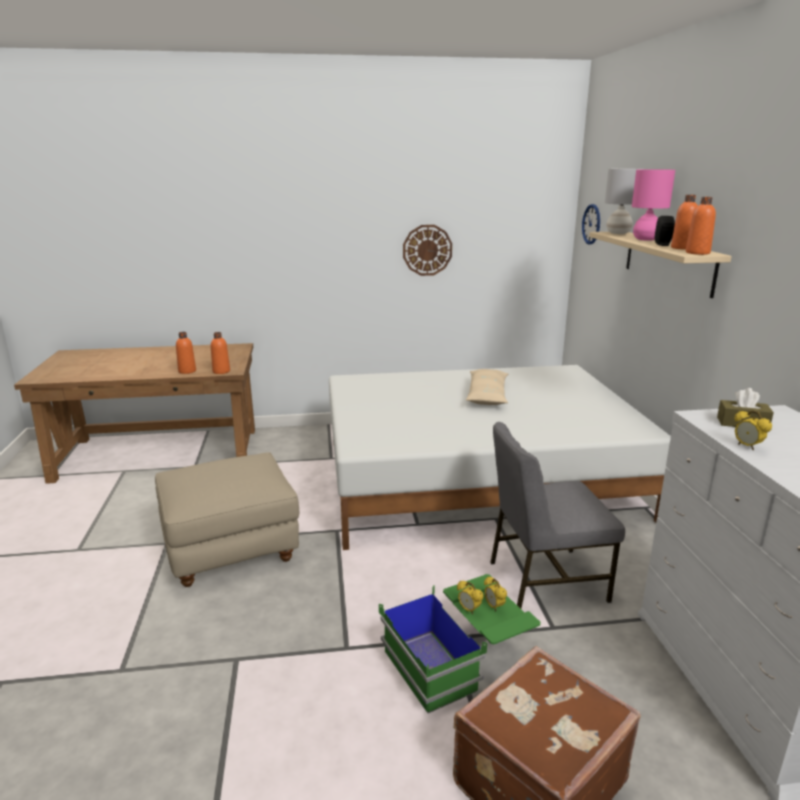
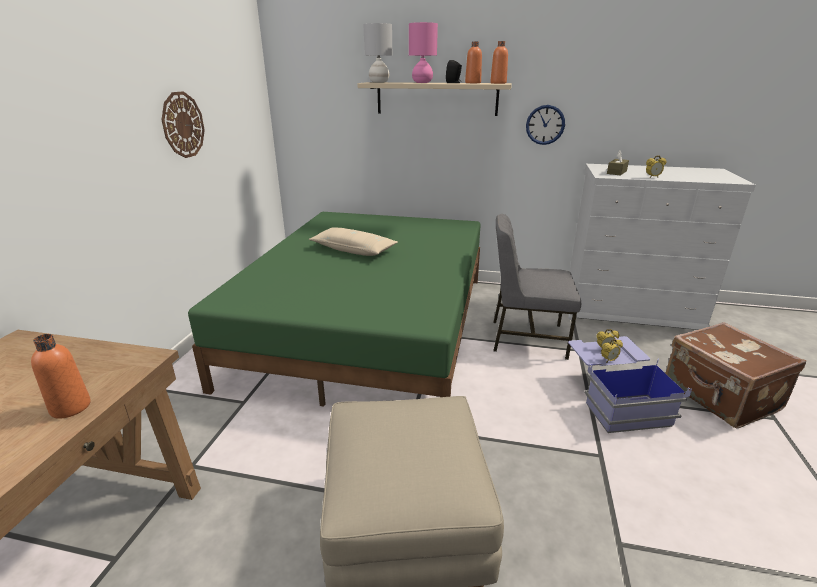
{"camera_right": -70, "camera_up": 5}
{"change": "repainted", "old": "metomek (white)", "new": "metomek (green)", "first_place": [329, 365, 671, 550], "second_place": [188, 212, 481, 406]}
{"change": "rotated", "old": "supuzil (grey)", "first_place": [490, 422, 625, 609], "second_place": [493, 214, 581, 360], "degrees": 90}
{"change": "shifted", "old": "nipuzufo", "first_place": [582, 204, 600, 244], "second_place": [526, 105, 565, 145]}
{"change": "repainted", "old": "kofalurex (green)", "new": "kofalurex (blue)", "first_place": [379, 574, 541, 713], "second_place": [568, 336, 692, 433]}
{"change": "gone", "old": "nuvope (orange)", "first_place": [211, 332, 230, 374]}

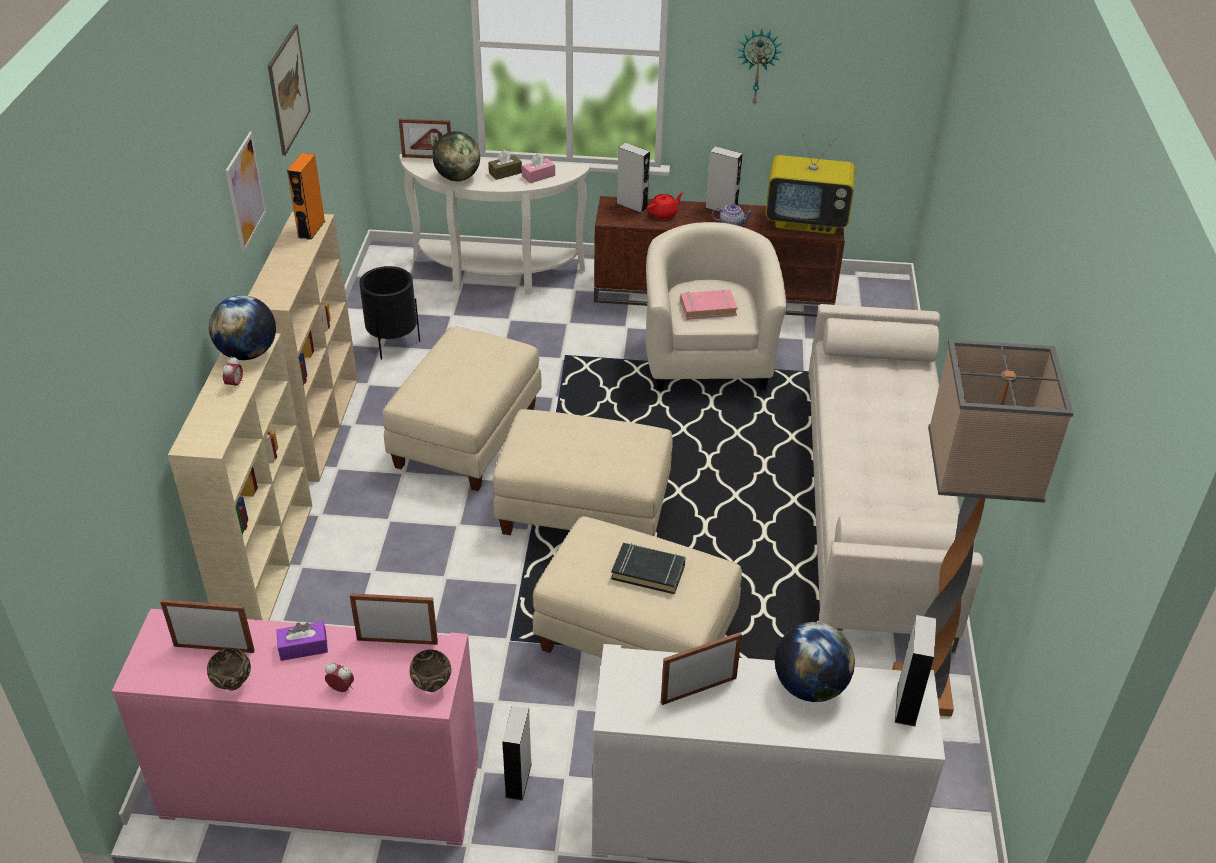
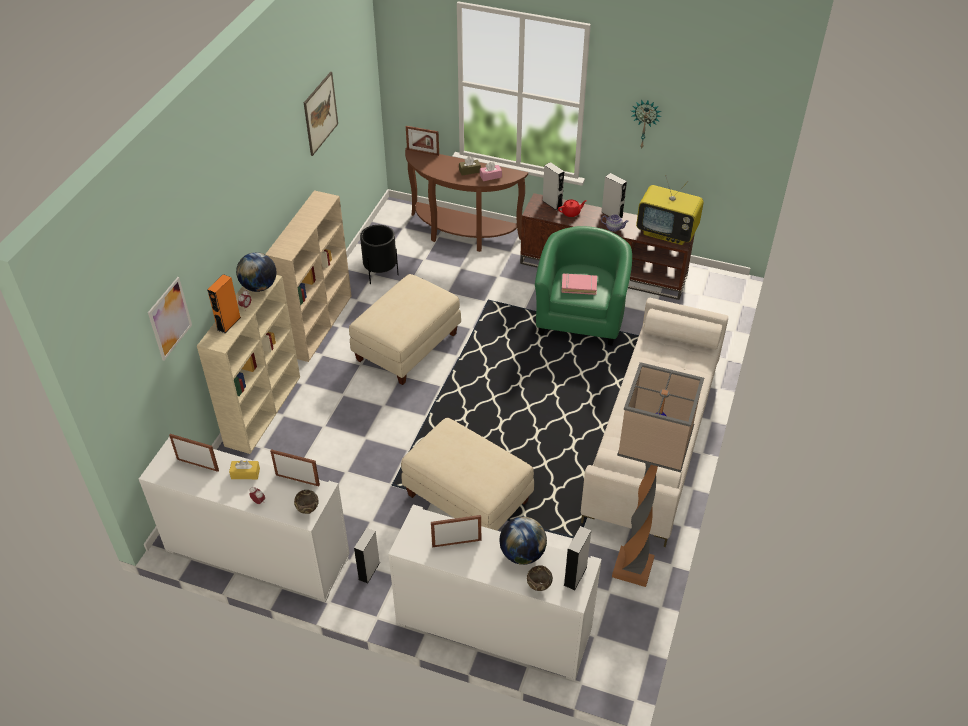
{"camera_right": 15, "camera_up": 5}
{"change": "repainted", "old": "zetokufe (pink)", "new": "zetokufe (white)", "first_place": [112, 609, 478, 846], "second_place": [139, 437, 350, 602]}
{"change": "shifted", "old": "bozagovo", "first_place": [226, 132, 267, 253], "second_place": [148, 277, 192, 361]}
{"change": "shifted", "old": "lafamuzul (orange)", "first_place": [287, 153, 325, 240], "second_place": [207, 274, 241, 333]}
{"change": "repainted", "old": "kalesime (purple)", "new": "kalesime (yellow)", "first_place": [276, 621, 328, 661], "second_place": [229, 460, 260, 479]}
{"change": "repainted", "old": "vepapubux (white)", "new": "vepapubux (brown)", "first_place": [399, 154, 591, 295], "second_place": [405, 147, 528, 252]}
{"change": "shifted", "old": "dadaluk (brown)", "first_place": [207, 648, 251, 691], "second_place": [527, 565, 553, 591]}
{"change": "repainted", "old": "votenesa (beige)", "new": "votenesa (green)", "first_place": [645, 222, 787, 390], "second_place": [535, 226, 632, 346]}
{"change": "gone", "old": "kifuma", "first_place": [432, 131, 480, 181]}
{"change": "gone", "old": "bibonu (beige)", "first_place": [492, 409, 673, 536]}
{"change": "gone", "old": "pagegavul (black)", "first_place": [611, 543, 686, 594]}

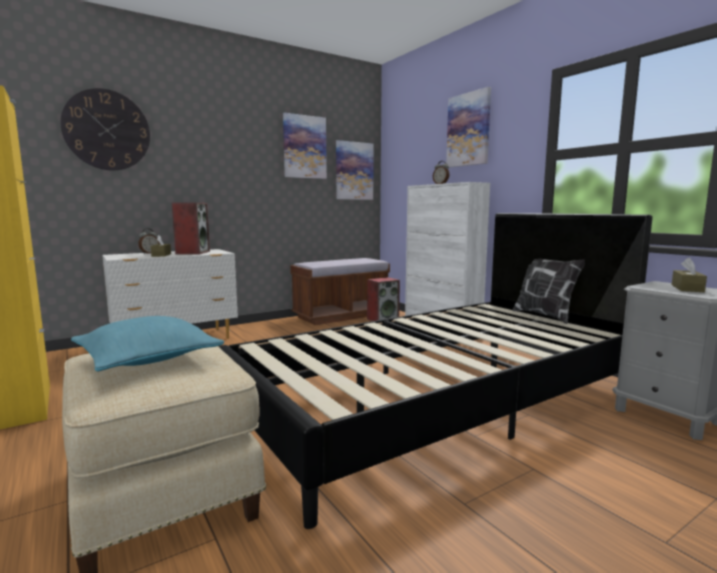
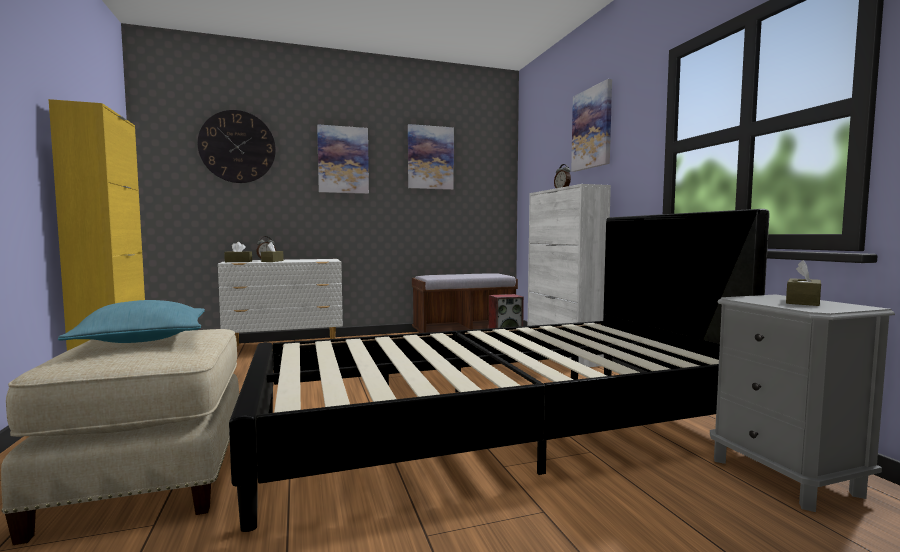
{"camera_right": 15, "camera_up": -5}
{"change": "new", "new": "kalesime (brown)", "second_place": [224, 242, 252, 262]}
{"change": "shifted", "old": "bozagovo", "first_place": [336, 140, 374, 200], "second_place": [317, 124, 369, 194]}
{"change": "gone", "old": "lafamuzul", "first_place": [172, 203, 210, 255]}
{"change": "gone", "old": "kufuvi", "first_place": [513, 259, 585, 324]}

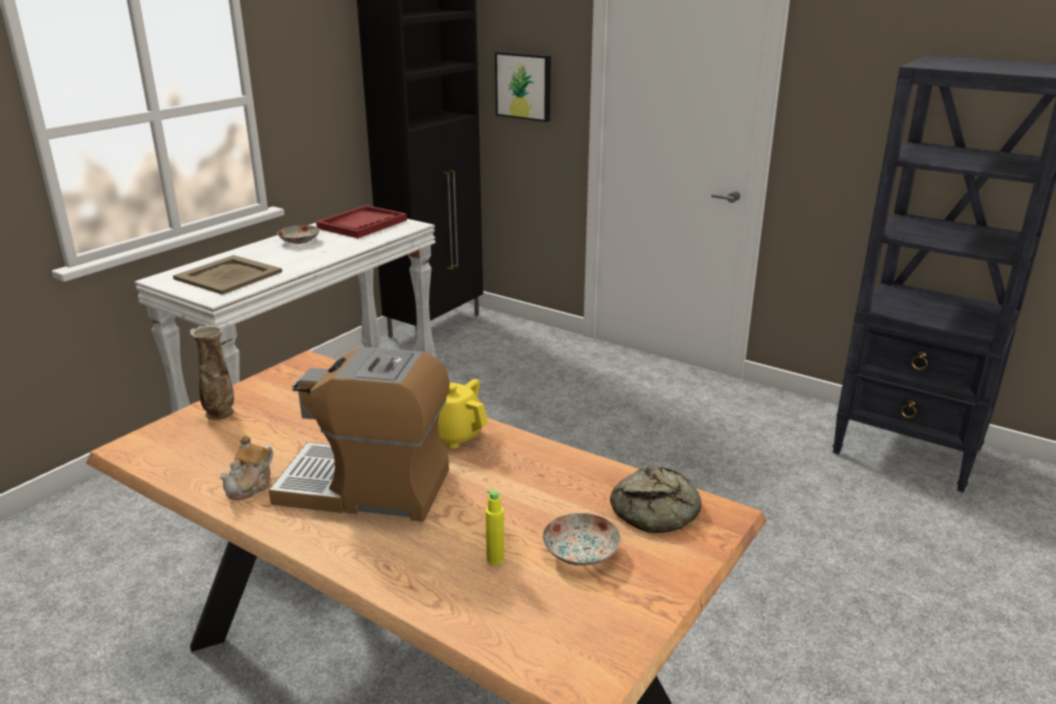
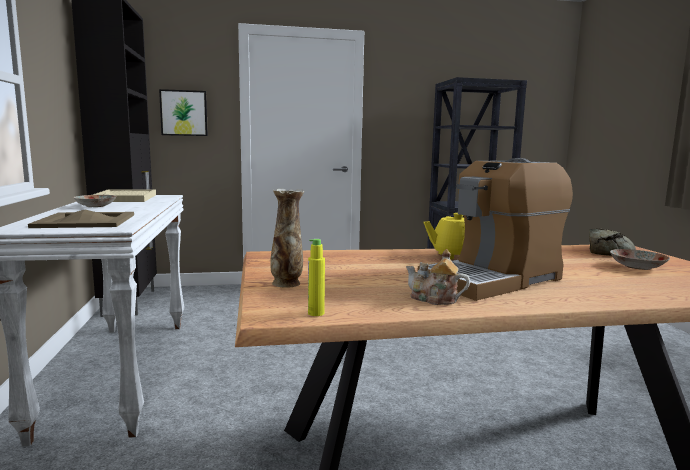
{"camera_right": -45, "camera_up": -15}
{"change": "repainted", "old": "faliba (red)", "new": "faliba (beige)", "first_place": [316, 205, 407, 238], "second_place": [93, 189, 156, 202]}
{"change": "shifted", "old": "nuvope (yellow)", "first_place": [485, 490, 504, 565], "second_place": [308, 239, 325, 316]}
{"change": "rotated", "old": "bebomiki", "first_place": [219, 435, 273, 500], "second_place": [406, 249, 470, 305], "degrees": 135}

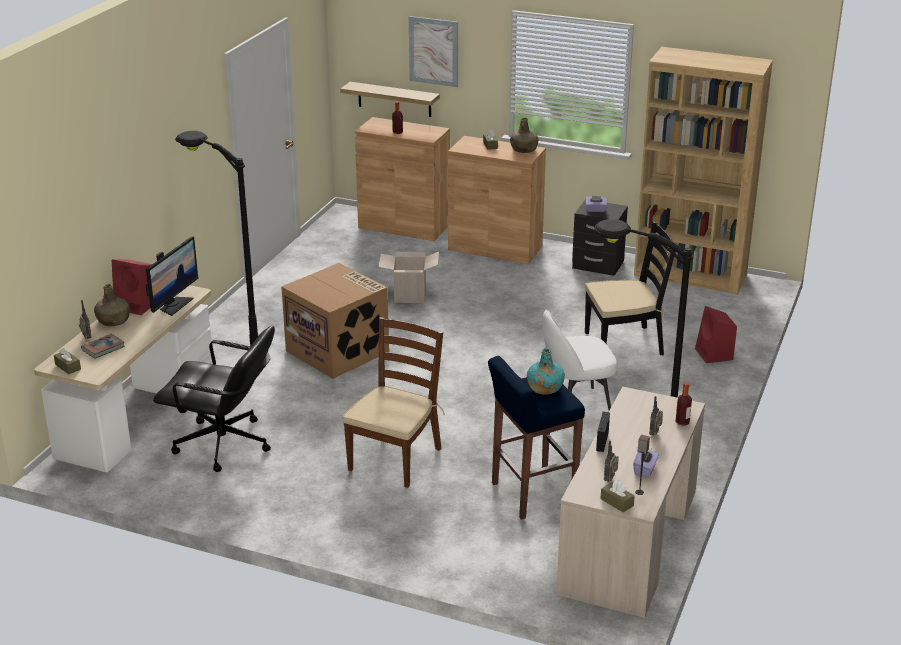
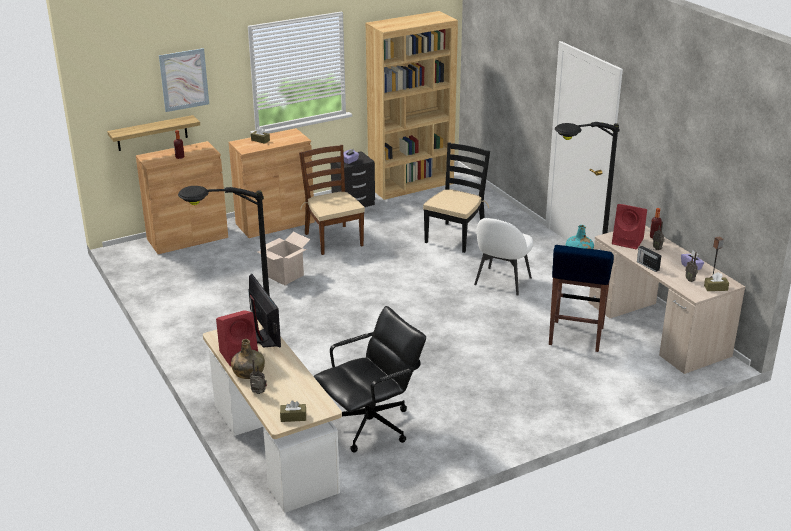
{"camera_right": -50, "camera_up": 0}
{"change": "shifted", "old": "supuzil (brown)", "first_place": [342, 317, 445, 488], "second_place": [299, 145, 365, 255]}
{"change": "shifted", "old": "lafamuzul (red)", "first_place": [695, 306, 737, 363], "second_place": [612, 204, 647, 249]}
{"change": "gone", "old": "pagegavul", "first_place": [81, 334, 125, 359]}
{"change": "gone", "old": "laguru", "first_place": [281, 263, 389, 379]}
{"change": "gone", "old": "nuvope (green)", "first_place": [510, 118, 538, 153]}

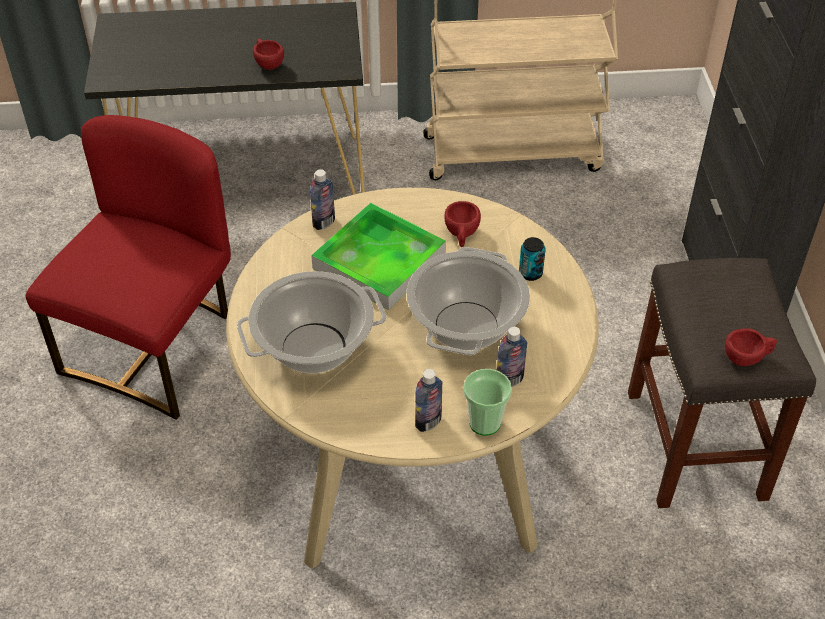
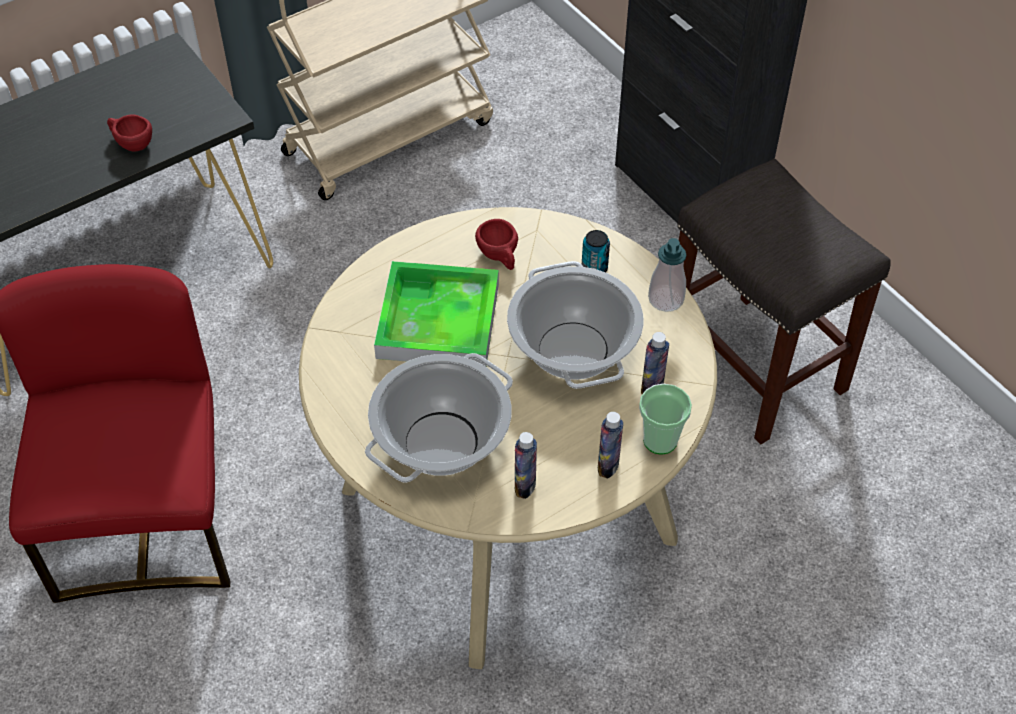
{"camera_right": -30, "camera_up": 5}
{"change": "shifted", "old": "nuvope", "first_place": [310, 169, 335, 230], "second_place": [515, 432, 537, 499]}
{"change": "new", "new": "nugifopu", "second_place": [648, 238, 687, 312]}
{"change": "gone", "old": "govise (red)", "first_place": [725, 328, 777, 366]}

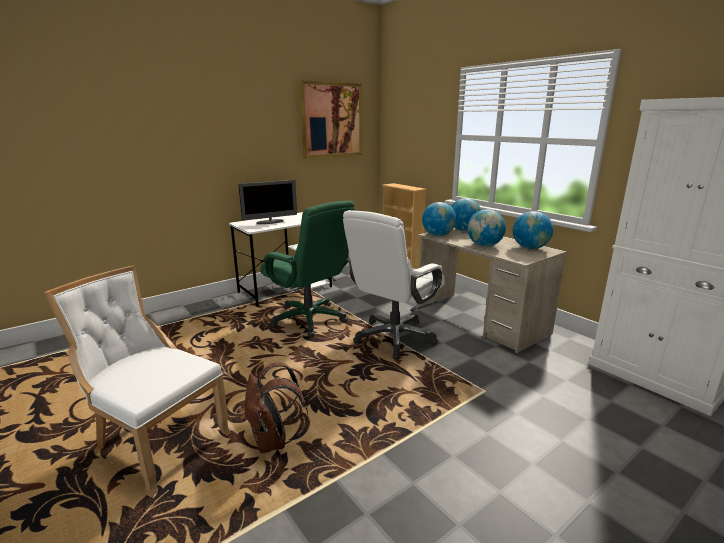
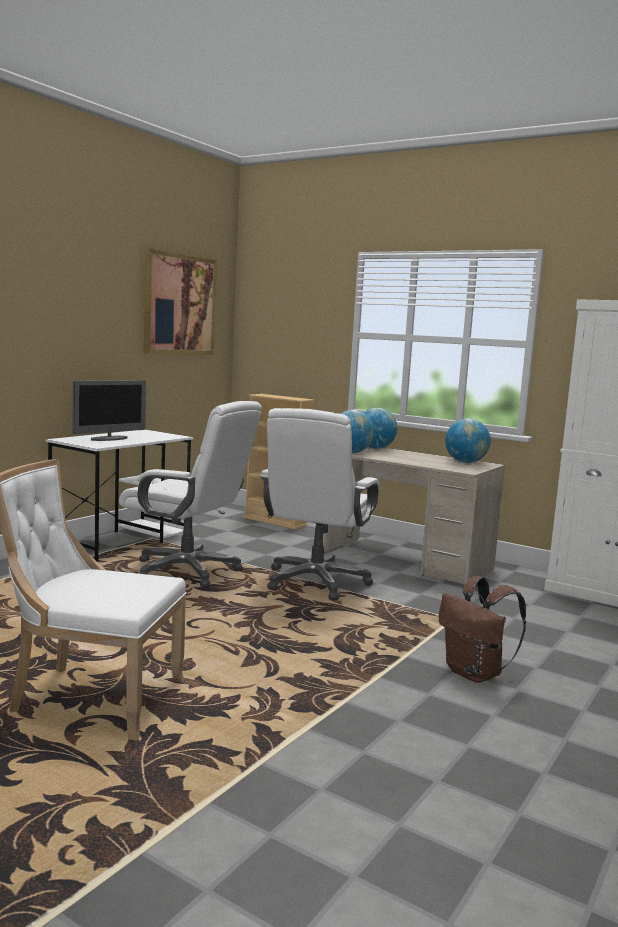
{"camera_right": -20, "camera_up": -10}
{"change": "repainted", "old": "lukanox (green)", "new": "lukanox (white)", "first_place": [260, 200, 354, 337], "second_place": [119, 401, 262, 588]}
{"change": "shifted", "old": "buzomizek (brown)", "first_place": [245, 362, 308, 453], "second_place": [438, 576, 526, 683]}
{"change": "gone", "old": "kifuma", "first_place": [467, 209, 506, 247]}

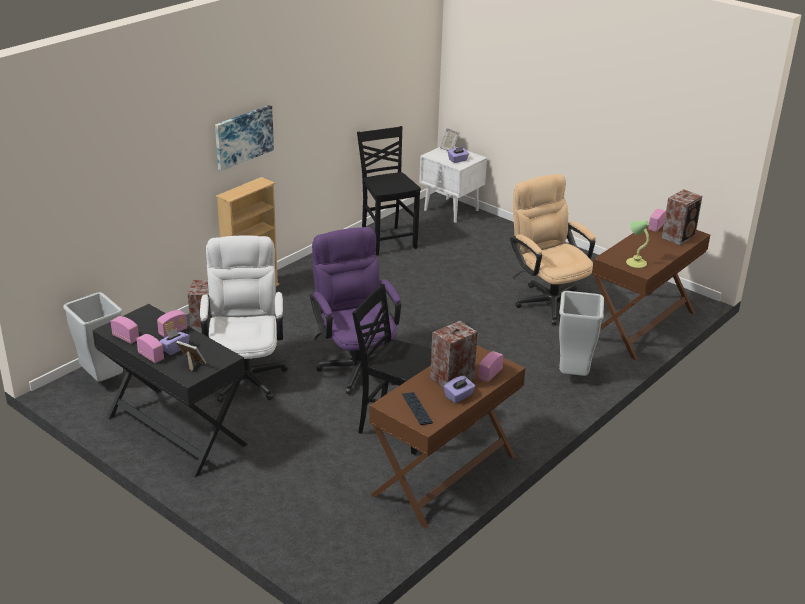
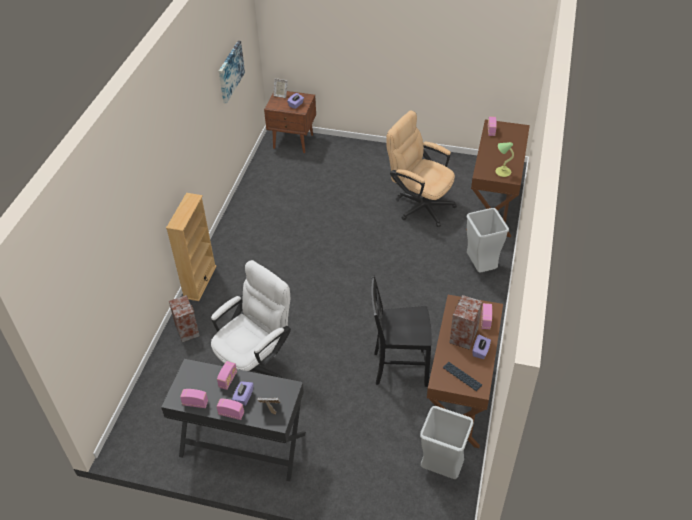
{"camera_right": -25, "camera_up": 15}
{"change": "rotated", "old": "lukanox (white)", "first_place": [200, 235, 288, 403], "second_place": [211, 260, 291, 378], "degrees": 75}
{"change": "shifted", "old": "bozagovo", "first_place": [215, 105, 274, 171], "second_place": [219, 41, 245, 103]}
{"change": "repainted", "old": "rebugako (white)", "new": "rebugako (brown)", "first_place": [419, 146, 487, 223], "second_place": [264, 91, 316, 153]}
{"change": "shifted", "old": "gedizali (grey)", "first_place": [63, 292, 123, 381], "second_place": [420, 406, 473, 479]}
{"change": "gone", "old": "lukanox (purple)", "first_place": [310, 227, 401, 394]}
{"change": "gone", "old": "supuzil (black)", "first_place": [357, 126, 421, 255]}
{"change": "gone", "old": "lafamuzul", "first_place": [662, 189, 702, 245]}

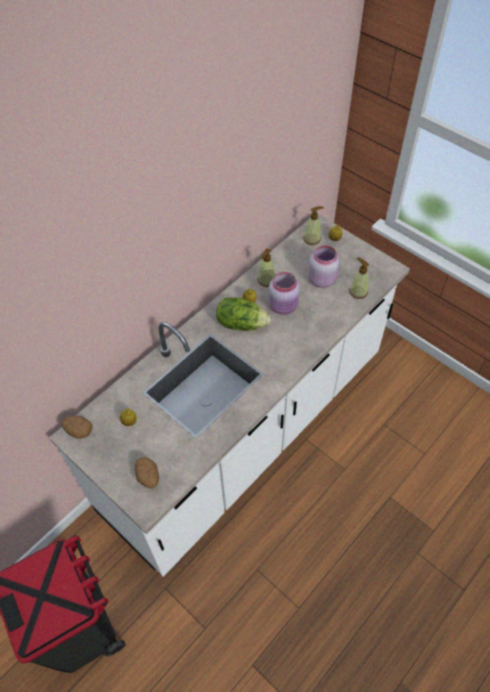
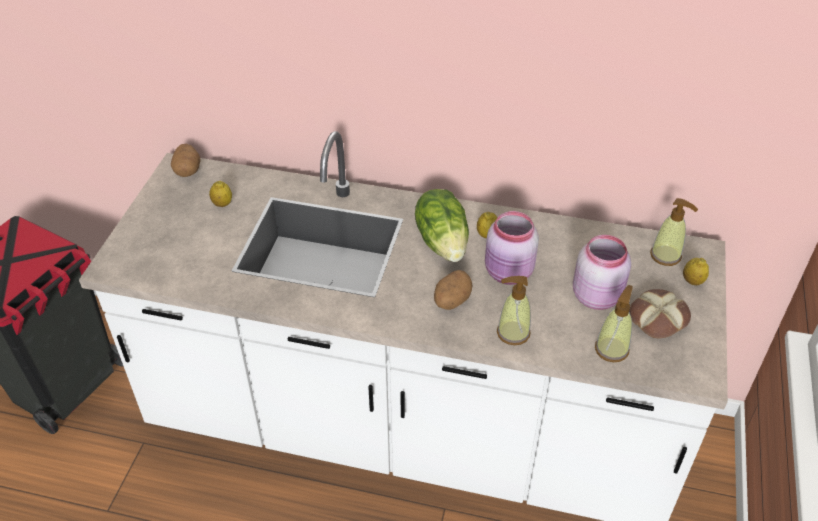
{"camera_right": 60, "camera_up": -10}
{"change": "shifted", "old": "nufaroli", "first_place": [135, 457, 159, 488], "second_place": [434, 270, 473, 310]}
{"change": "shifted", "old": "nugifopu", "first_place": [258, 248, 275, 287], "second_place": [497, 276, 531, 345]}
{"change": "new", "new": "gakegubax", "second_place": [629, 289, 691, 338]}

